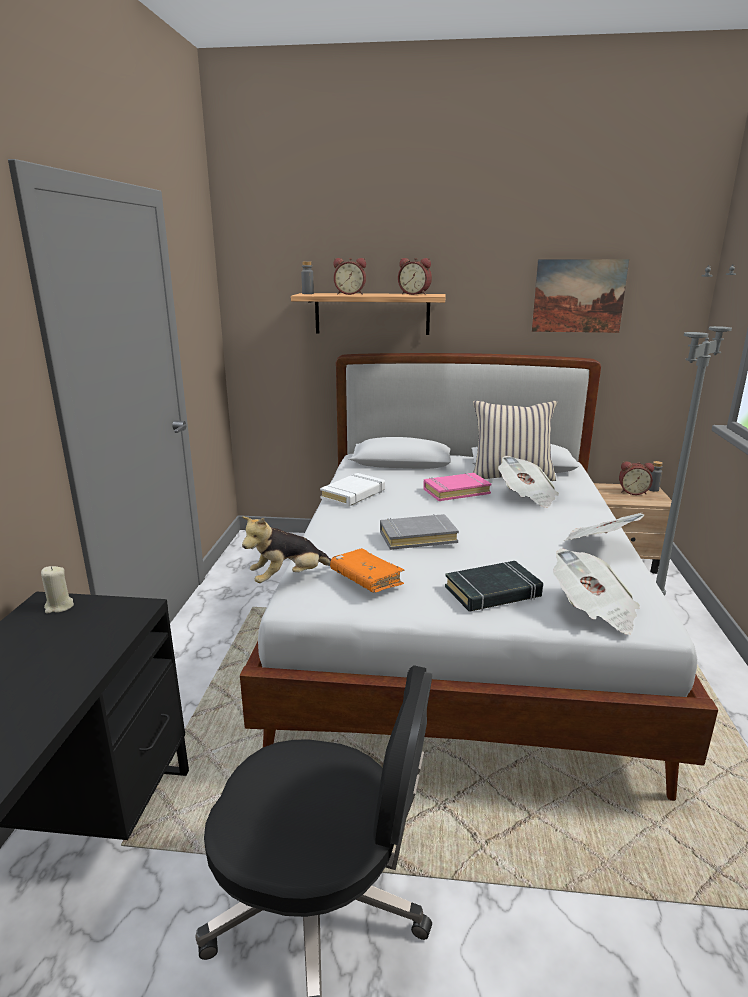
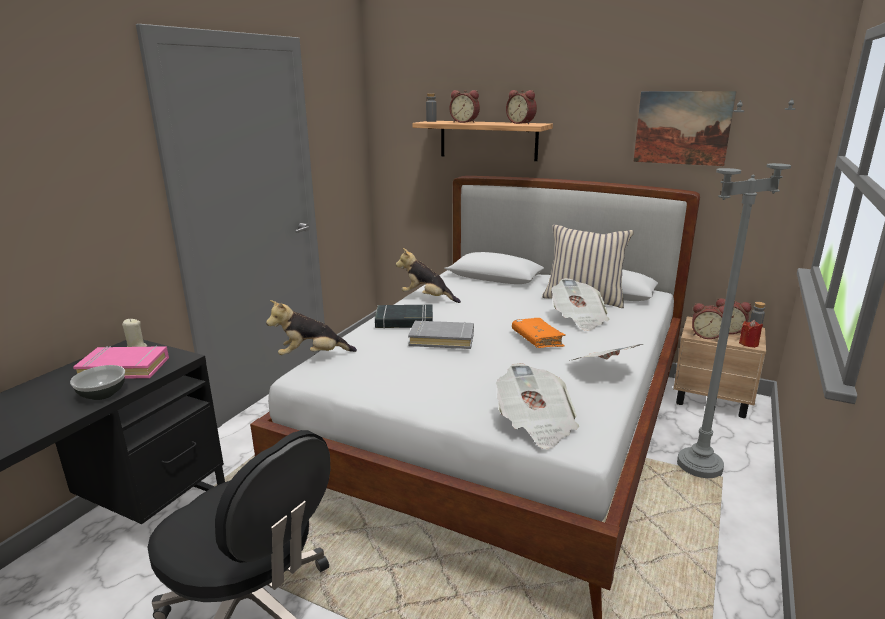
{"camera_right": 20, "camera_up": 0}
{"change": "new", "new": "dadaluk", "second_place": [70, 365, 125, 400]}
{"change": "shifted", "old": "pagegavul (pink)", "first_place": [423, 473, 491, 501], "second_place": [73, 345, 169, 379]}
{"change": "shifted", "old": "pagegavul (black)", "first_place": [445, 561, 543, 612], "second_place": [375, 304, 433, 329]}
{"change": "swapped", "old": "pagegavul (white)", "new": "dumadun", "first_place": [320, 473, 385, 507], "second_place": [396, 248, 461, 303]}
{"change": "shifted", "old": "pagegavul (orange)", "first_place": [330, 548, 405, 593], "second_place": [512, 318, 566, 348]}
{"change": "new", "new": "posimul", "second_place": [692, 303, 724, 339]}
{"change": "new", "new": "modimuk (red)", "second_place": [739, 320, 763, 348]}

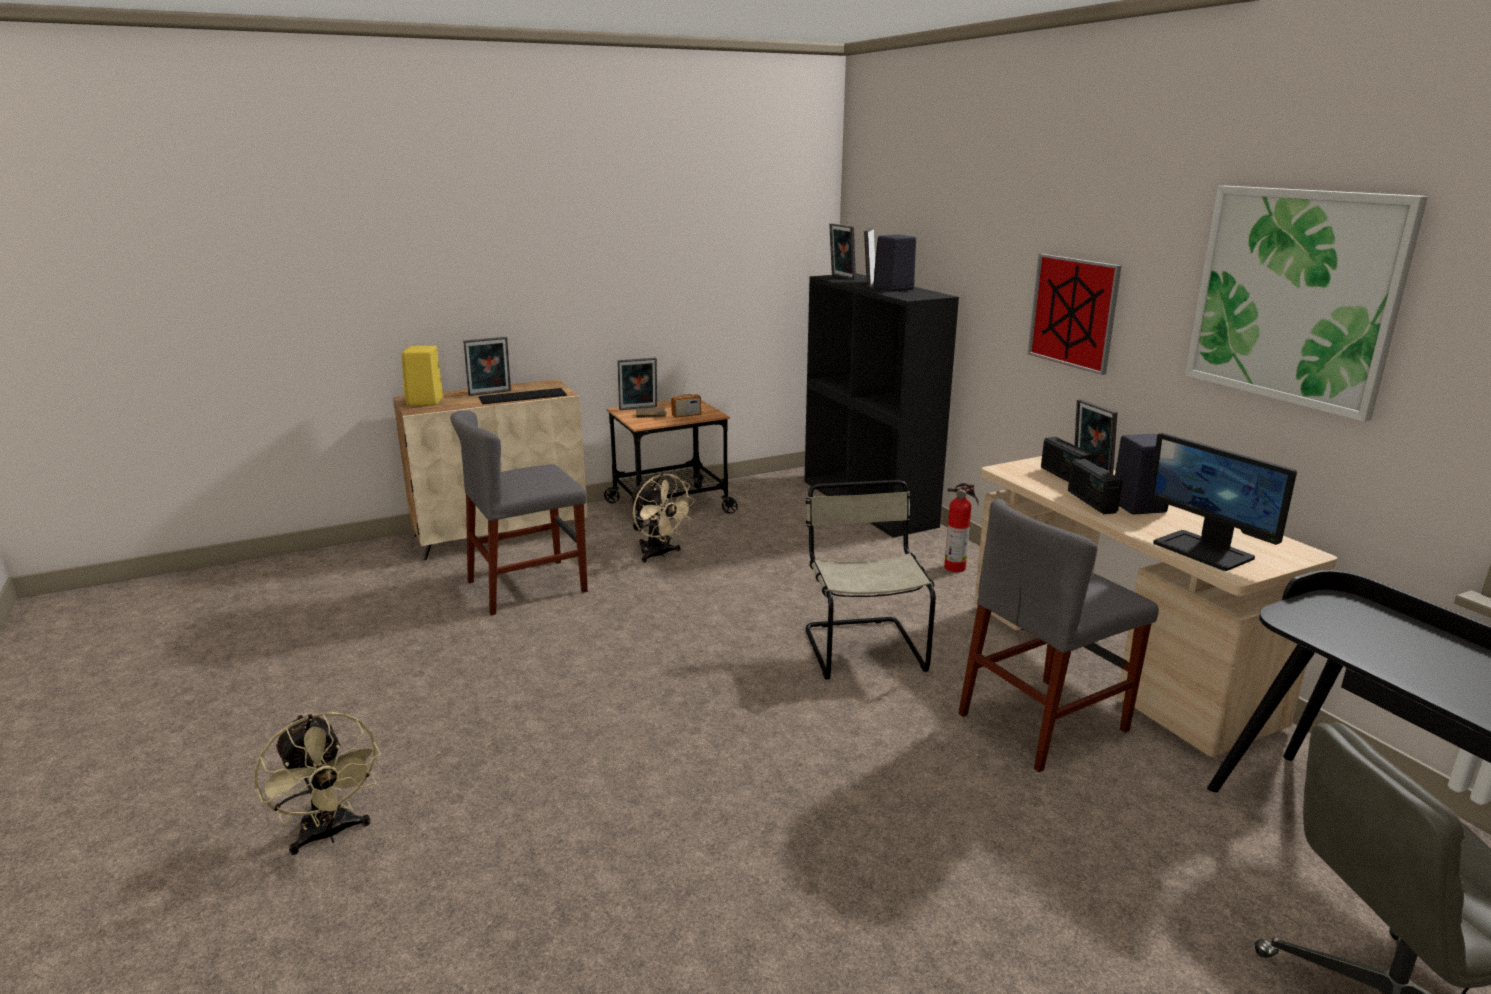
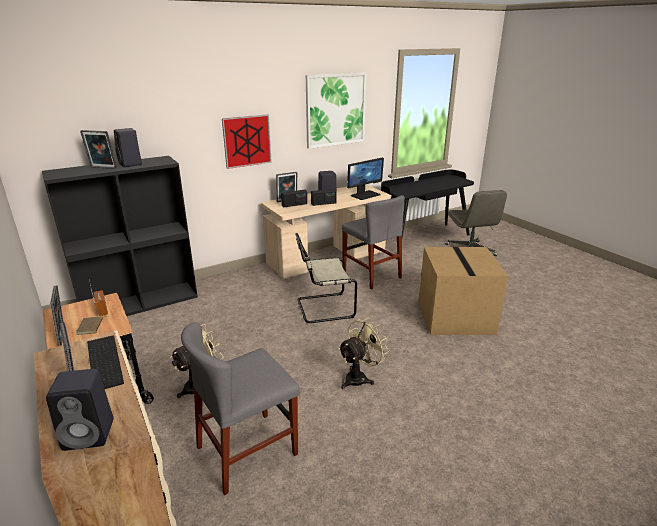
{"camera_right": -95, "camera_up": 5}
{"change": "repainted", "old": "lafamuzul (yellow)", "new": "lafamuzul (black)", "first_place": [402, 346, 443, 406], "second_place": [46, 369, 113, 451]}
{"change": "rotated", "old": "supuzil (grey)", "first_place": [450, 410, 588, 616], "second_place": [181, 322, 300, 495], "degrees": 90}
{"change": "shifted", "old": "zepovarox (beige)", "first_place": [254, 712, 381, 855], "second_place": [338, 318, 389, 389]}
{"change": "new", "new": "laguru", "second_place": [419, 247, 508, 335]}
{"change": "gone", "old": "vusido", "first_place": [829, 223, 856, 280]}
{"change": "gone", "old": "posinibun", "first_place": [944, 483, 979, 572]}

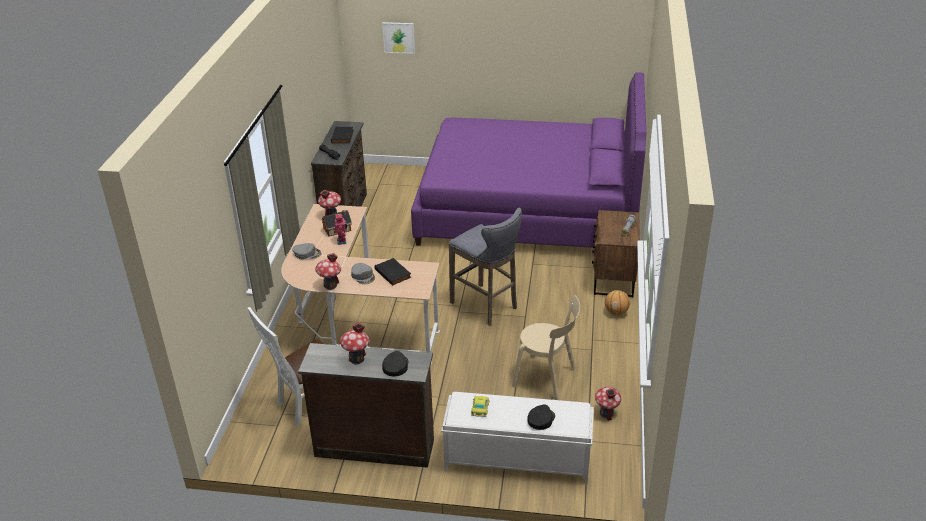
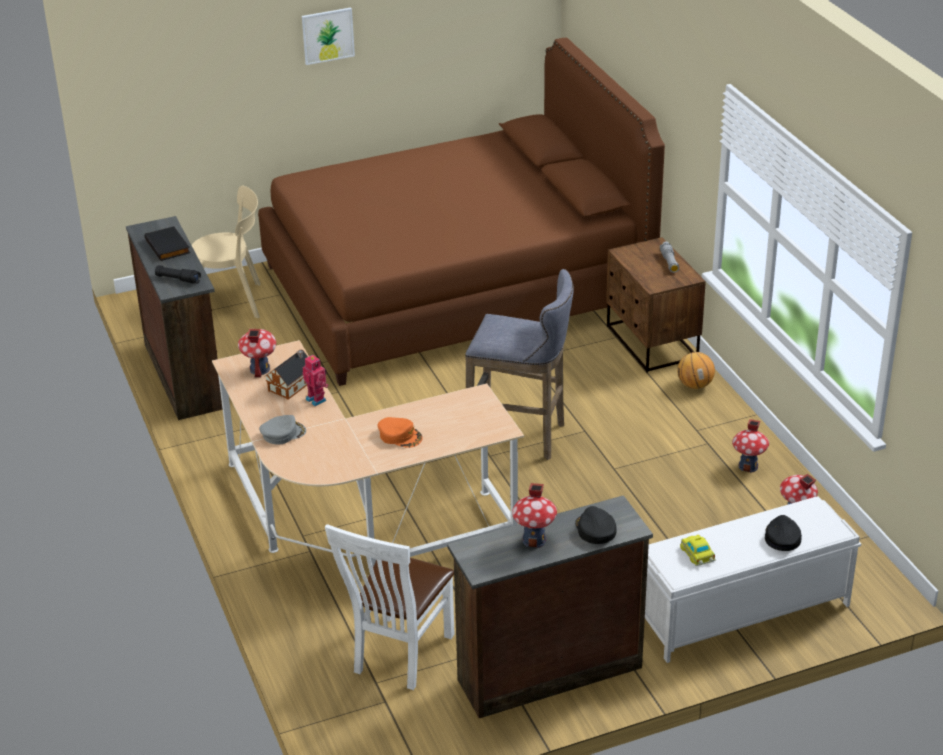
{"camera_right": -30, "camera_up": 0}
{"change": "shifted", "old": "supuzil (beige)", "first_place": [512, 295, 580, 400], "second_place": [192, 186, 261, 318]}
{"change": "repainted", "old": "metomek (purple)", "new": "metomek (brown)", "first_place": [411, 72, 646, 248], "second_place": [258, 38, 665, 386]}
{"change": "shifted", "old": "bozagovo", "first_place": [382, 22, 415, 54], "second_place": [302, 8, 355, 65]}
{"change": "repainted", "old": "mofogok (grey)", "new": "mofogok (orange)", "first_place": [351, 263, 375, 285], "second_place": [378, 417, 423, 448]}
{"change": "shifted", "old": "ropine", "first_place": [315, 253, 341, 290], "second_place": [732, 419, 769, 473]}
{"change": "gone", "old": "pagegavul (black)", "first_place": [374, 258, 411, 286]}

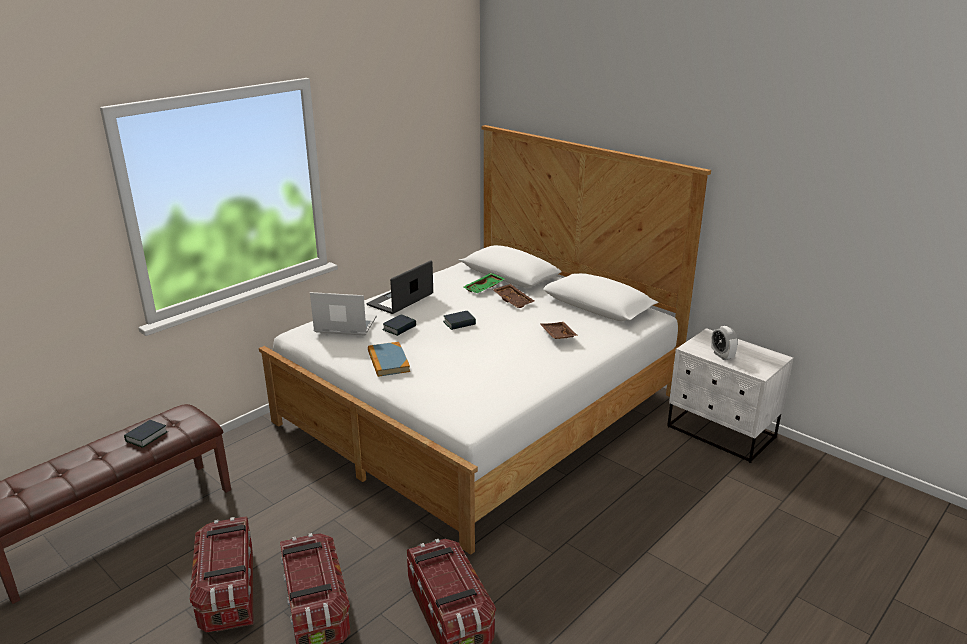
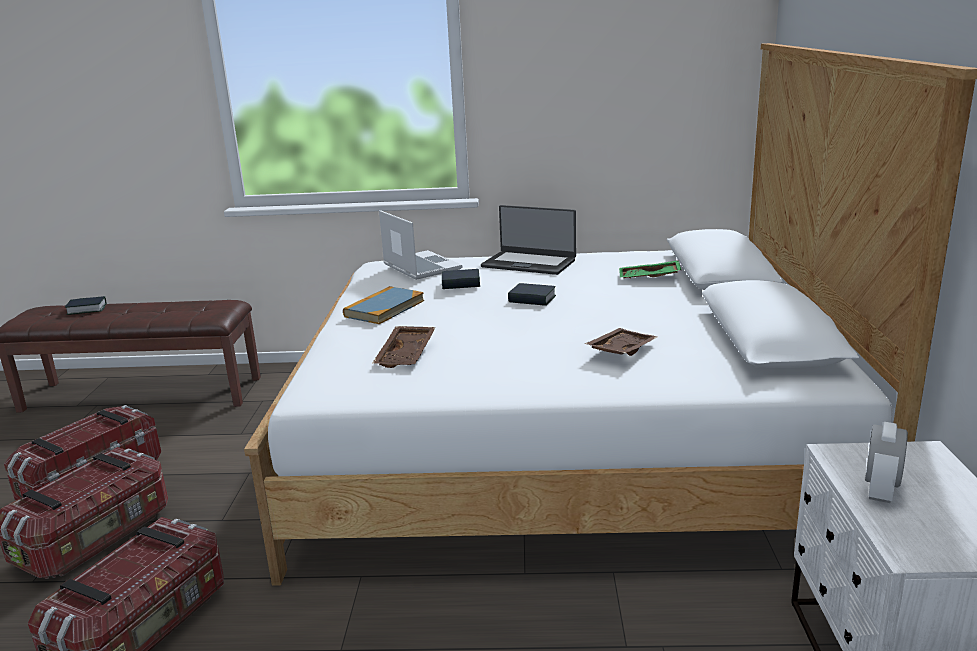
{"camera_right": 50, "camera_up": -5}
{"change": "shifted", "old": "pagegavul", "first_place": [124, 420, 168, 448], "second_place": [65, 296, 107, 315]}
{"change": "shifted", "old": "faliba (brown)", "first_place": [493, 284, 534, 308], "second_place": [373, 326, 436, 368]}
{"change": "rotated", "old": "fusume", "first_place": [367, 260, 433, 314], "second_place": [481, 205, 576, 275], "degrees": -150}

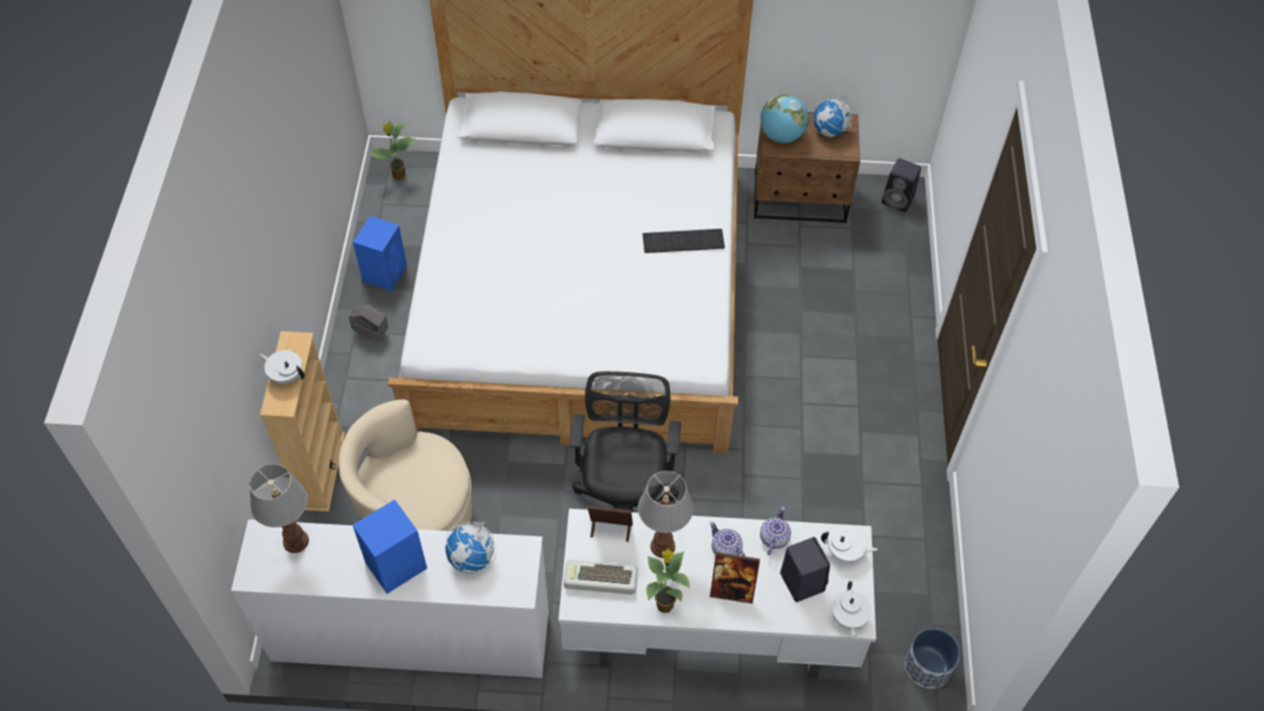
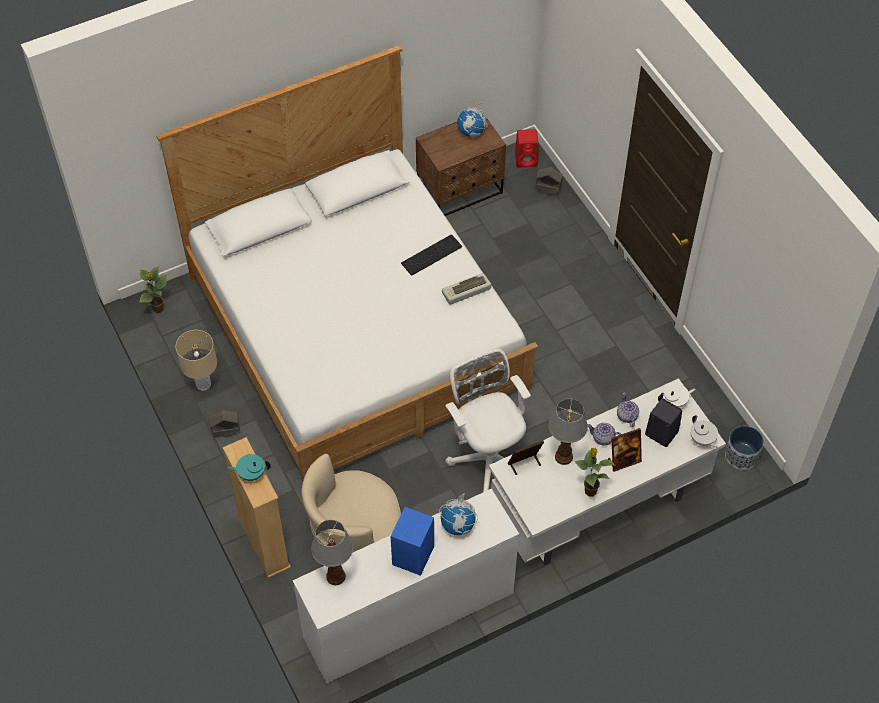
{"camera_right": -30, "camera_up": 0}
{"change": "swapped", "old": "lafamuzul (blue)", "new": "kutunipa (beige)", "first_place": [353, 216, 407, 291], "second_place": [176, 330, 217, 391]}
{"change": "repainted", "old": "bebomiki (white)", "new": "bebomiki (turquoise)", "first_place": [259, 350, 305, 384], "second_place": [228, 454, 271, 481]}
{"change": "shifted", "old": "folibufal", "first_place": [564, 560, 638, 595], "second_place": [442, 273, 491, 305]}
{"change": "repainted", "old": "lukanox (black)", "new": "lukanox (white)", "first_place": [570, 371, 681, 512], "second_place": [445, 349, 531, 492]}
{"change": "repainted", "old": "lafamuzul (black)", "new": "lafamuzul (red)", "first_place": [882, 158, 921, 212], "second_place": [515, 129, 538, 167]}
{"change": "new", "new": "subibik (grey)", "second_place": [535, 167, 563, 195]}
{"change": "gone", "old": "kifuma", "first_place": [760, 94, 809, 143]}

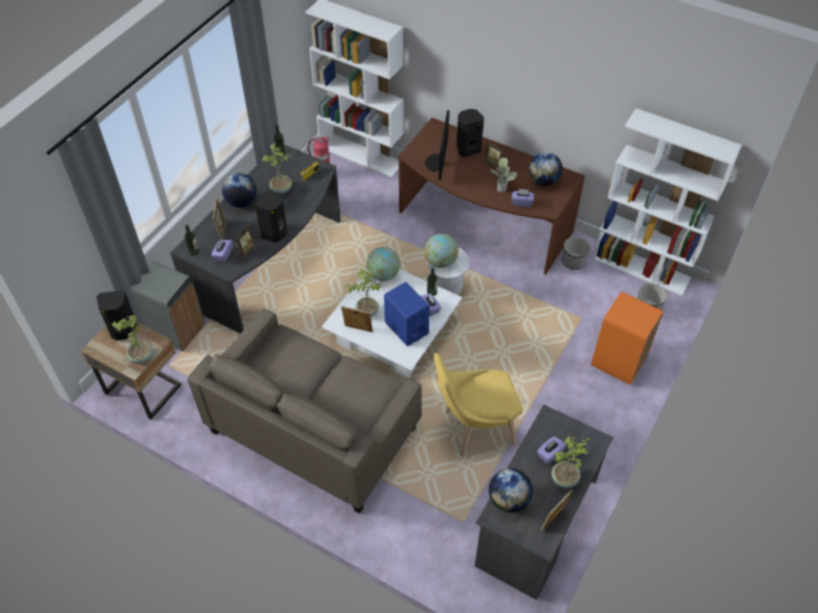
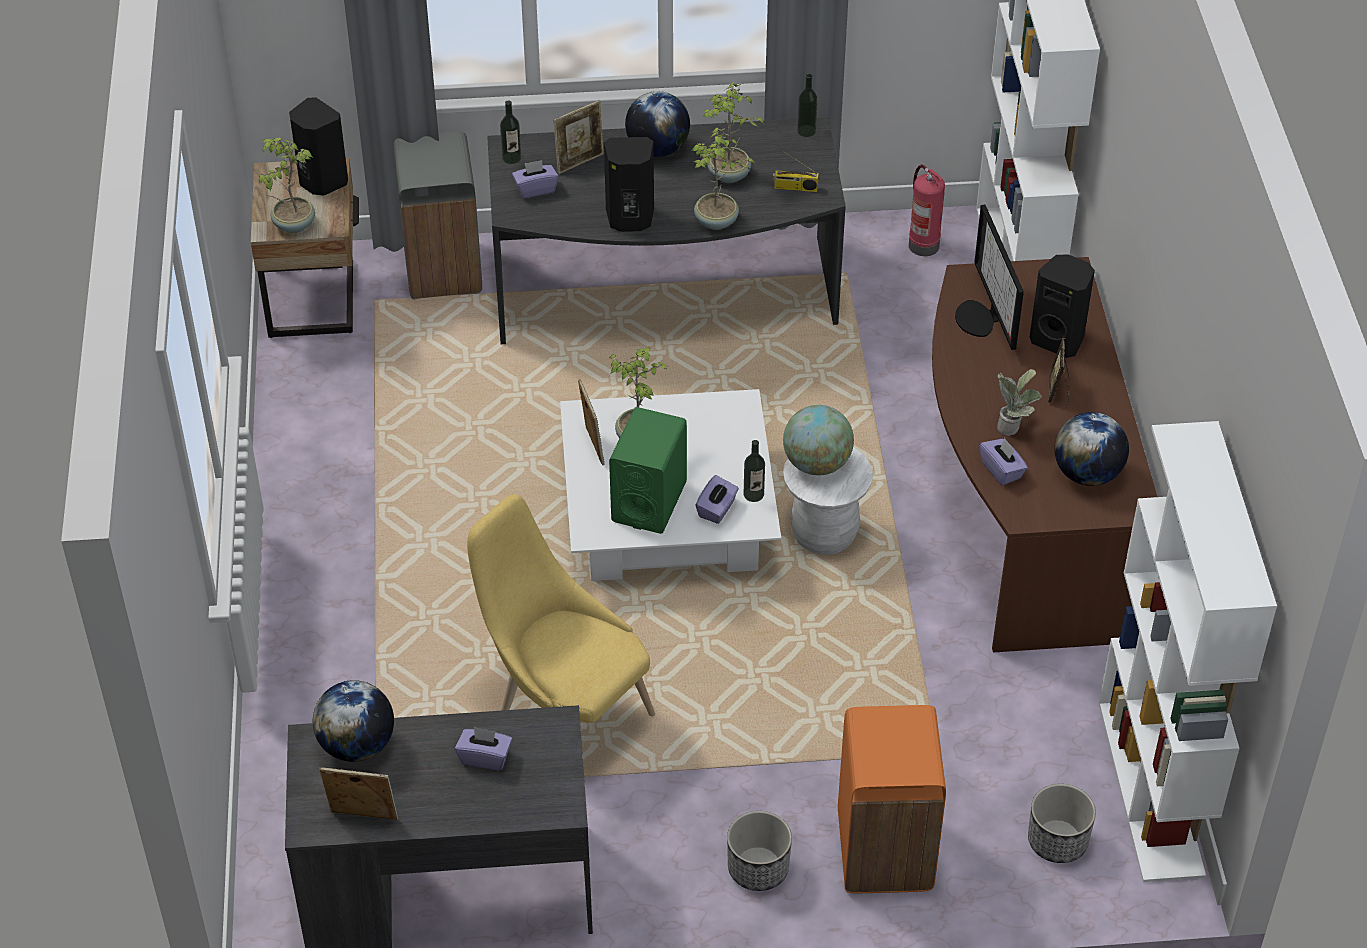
{"camera_right": 55, "camera_up": -5}
{"change": "repainted", "old": "lafamuzul (blue)", "new": "lafamuzul (green)", "first_place": [384, 282, 430, 346], "second_place": [609, 407, 687, 534]}
{"change": "shifted", "old": "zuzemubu", "first_place": [552, 437, 590, 488], "second_place": [691, 128, 755, 230]}
{"change": "shifted", "old": "subibik", "first_place": [562, 237, 591, 270], "second_place": [727, 811, 792, 891]}
{"change": "rotated", "old": "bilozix", "first_place": [425, 110, 449, 180], "second_place": [955, 205, 1024, 350], "degrees": -75}
{"change": "gone", "old": "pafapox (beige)", "first_place": [188, 308, 422, 514]}
{"change": "gone", "old": "vusido", "first_place": [236, 226, 256, 258]}
{"change": "gone", "old": "kifuma", "first_place": [366, 247, 400, 281]}

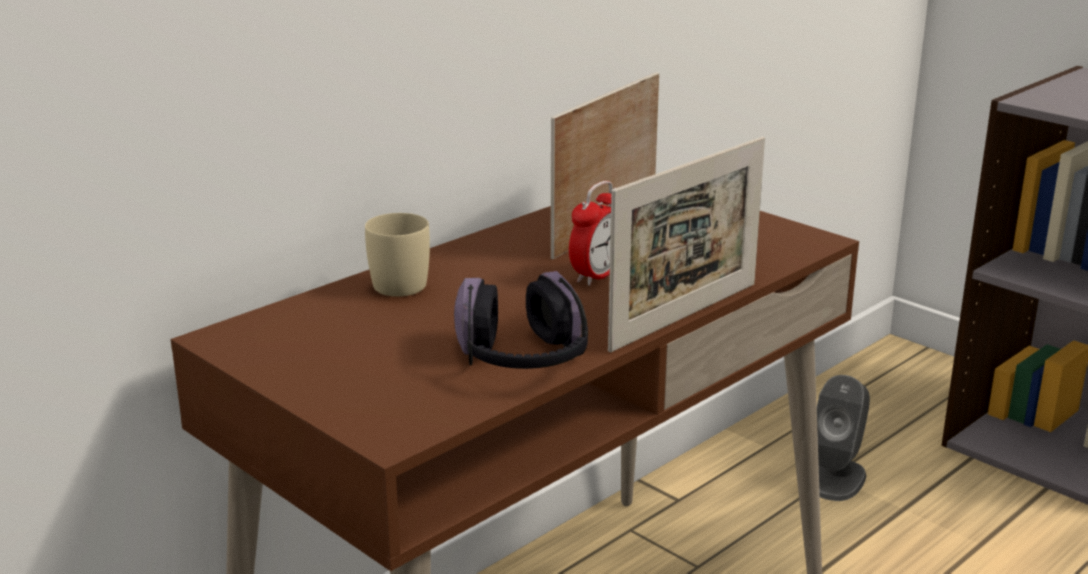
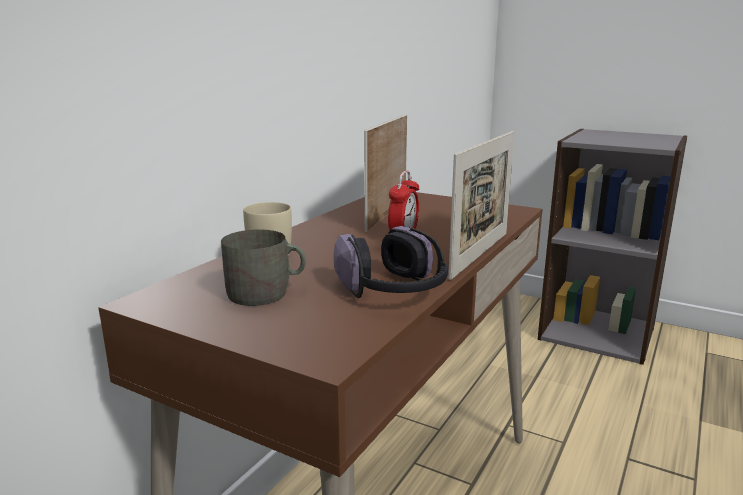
{"camera_right": -15, "camera_up": -5}
{"change": "new", "new": "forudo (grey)", "second_place": [221, 229, 306, 306]}
{"change": "gone", "old": "lafamuzul (grey)", "first_place": [817, 375, 870, 501]}

